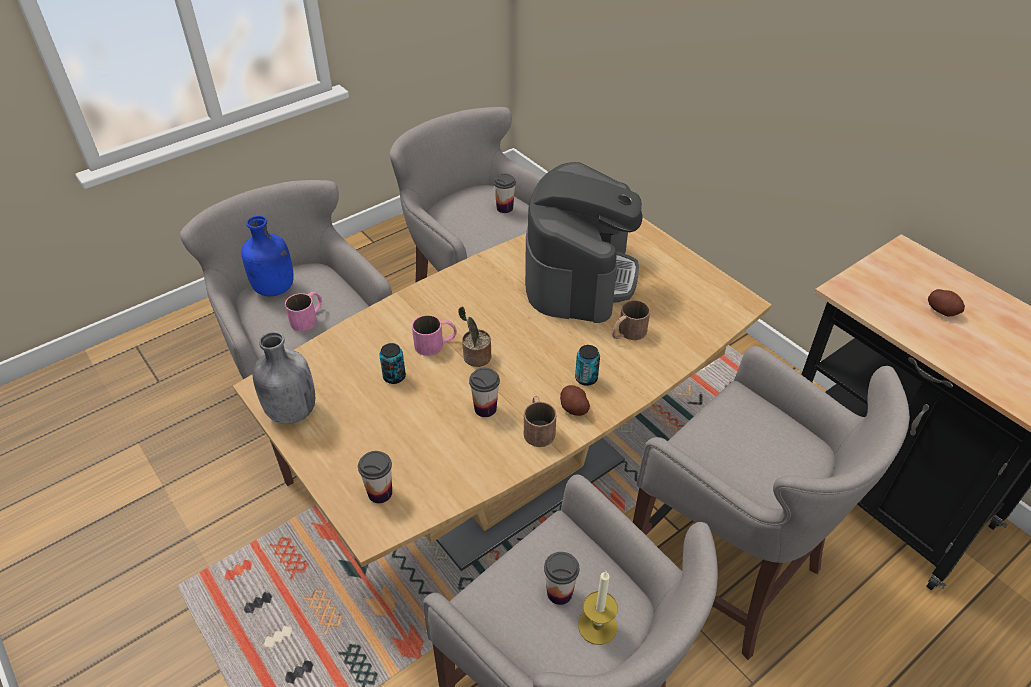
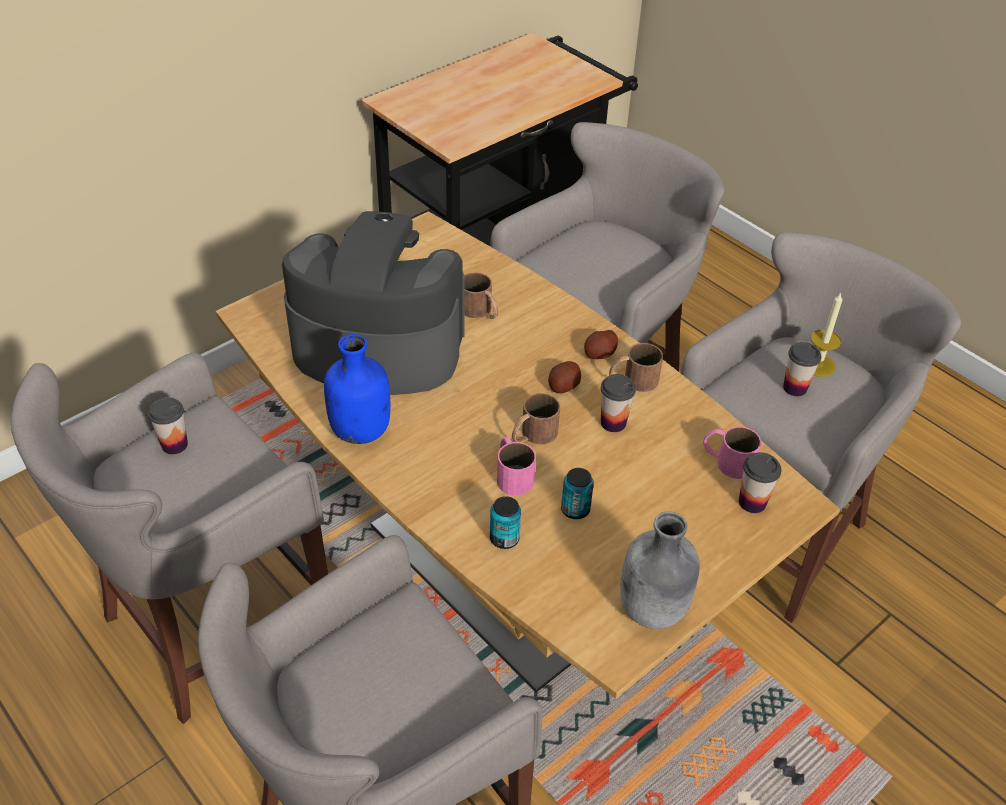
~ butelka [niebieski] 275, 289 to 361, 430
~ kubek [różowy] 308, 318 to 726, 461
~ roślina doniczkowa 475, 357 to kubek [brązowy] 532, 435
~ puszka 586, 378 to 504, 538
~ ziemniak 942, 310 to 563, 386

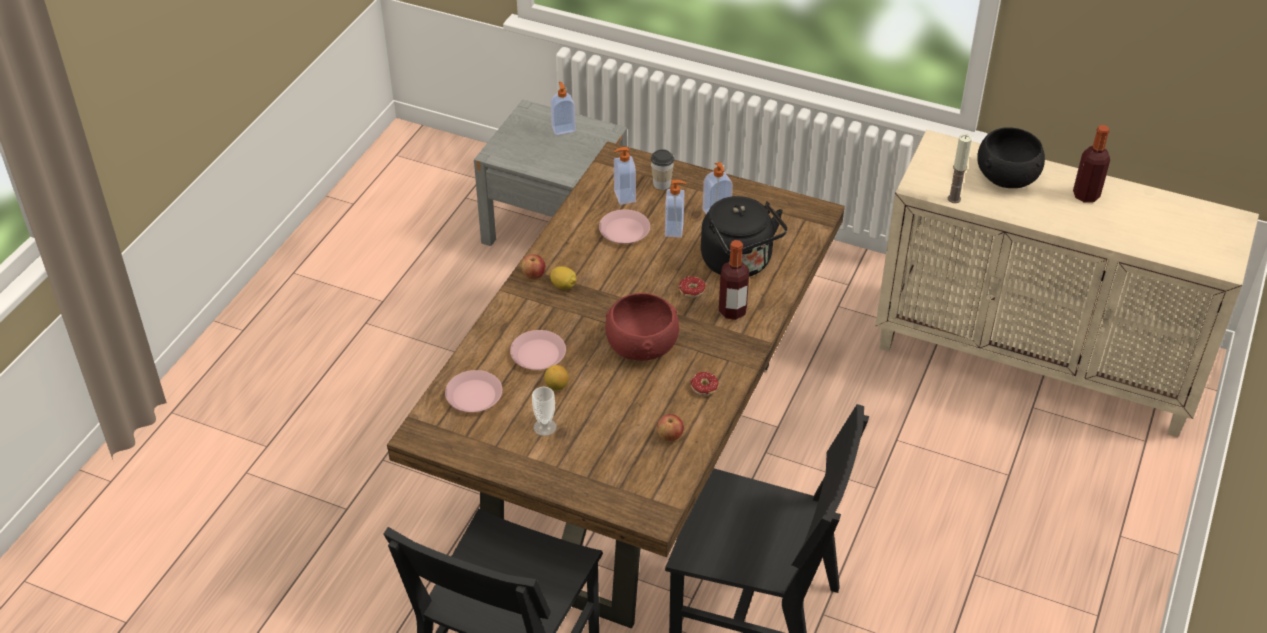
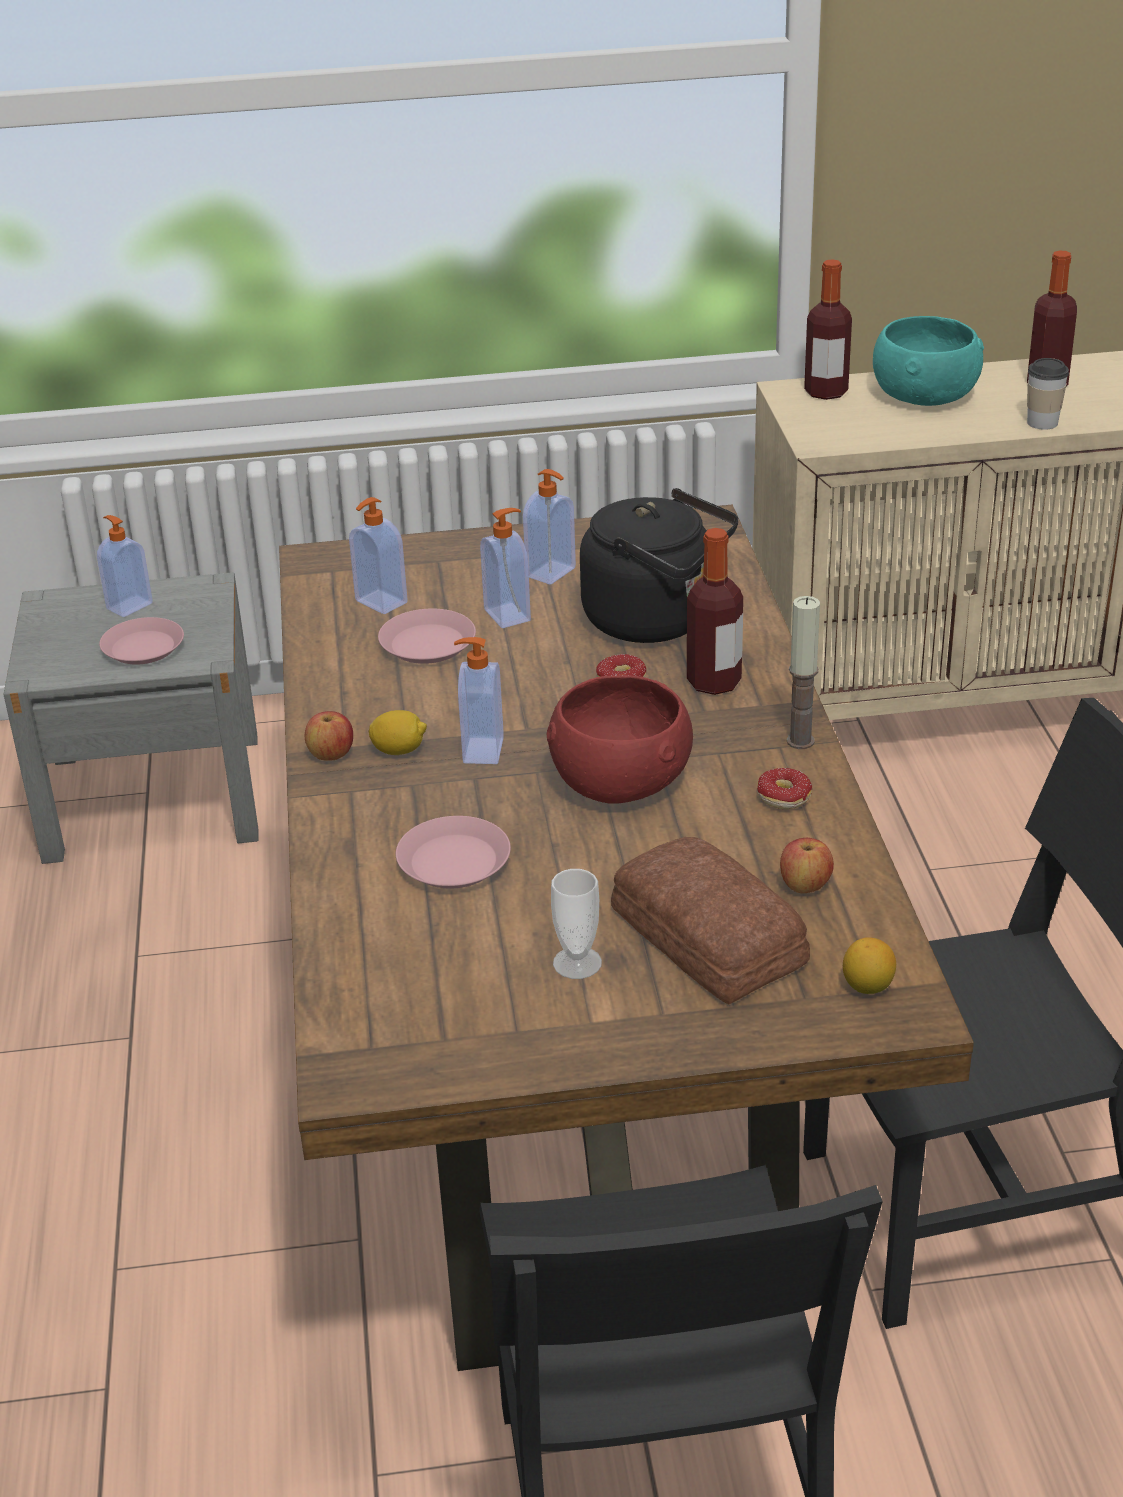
~ talerz [różowy] 474, 395 to 143, 647
~ cytryna 556, 386 to 867, 986
~ filiżanka 662, 184 to 1042, 423
~ świeca 954, 198 to 800, 741
~ miska [czarny] 1007, 176 to miska [turkusowy] 924, 396
+ dozownik mydła 481, 750
+ chleb 706, 940
+ butelka 826, 392

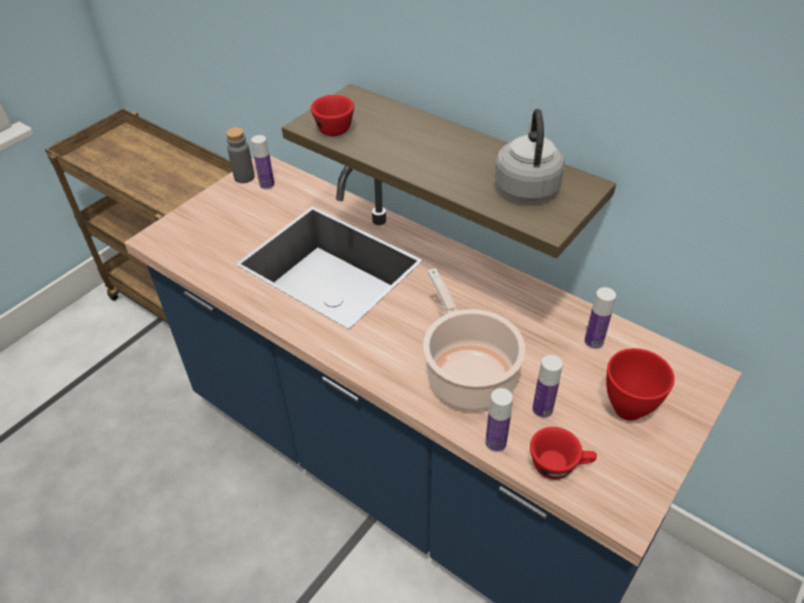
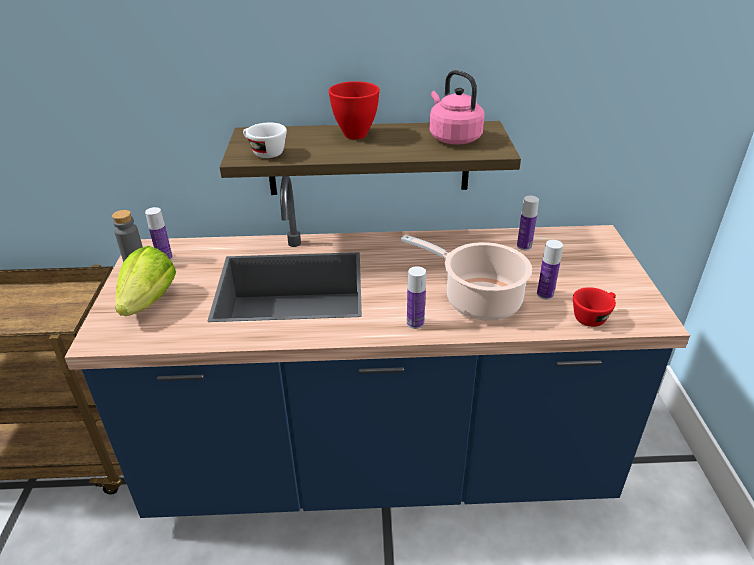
~ filiżanka [czerwony] 332, 126 to filiżanka [biały] 264, 152
~ butelka 495, 443 to 415, 323
~ czajnik [szary] 526, 185 to czajnik [różowy] 453, 138
~ miska [czerwony] 628, 408 to 355, 134
+ sałata 149, 301

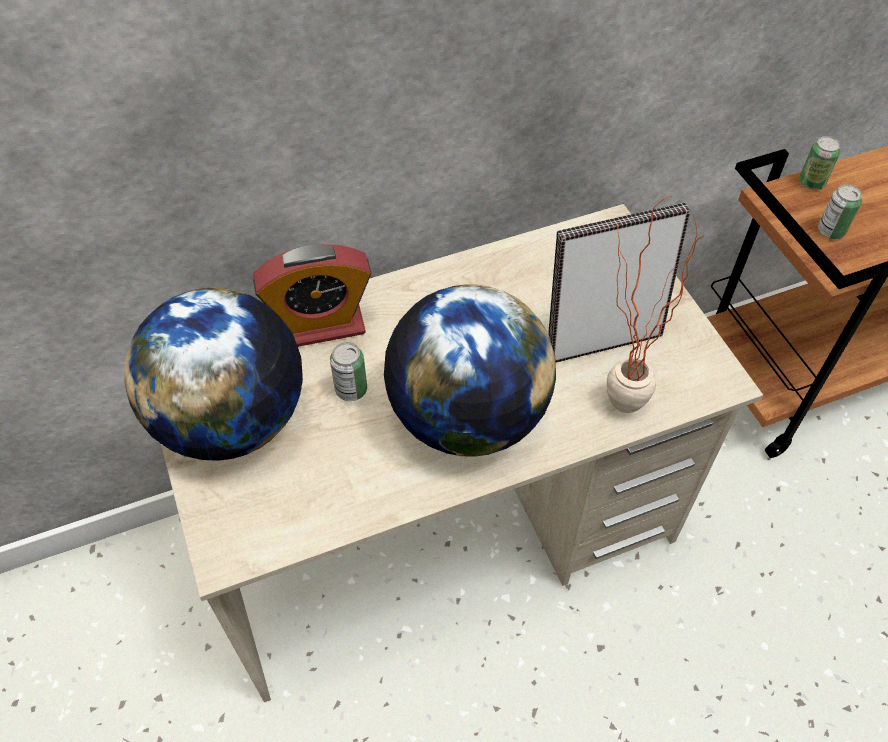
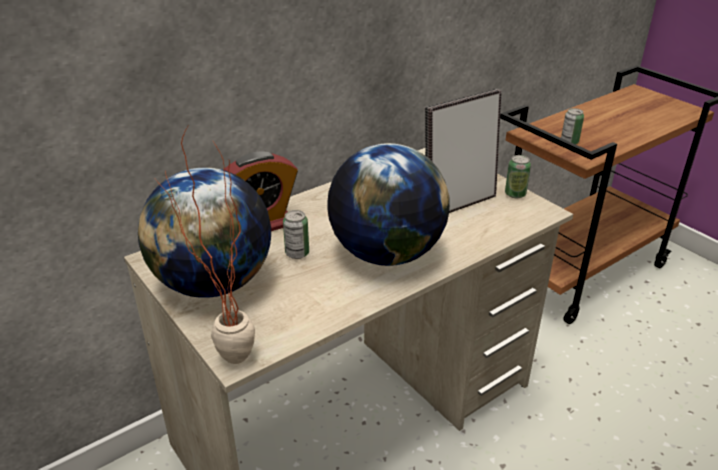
~ roślina doniczkowa 609, 404 to 223, 360
~ puszka 811, 182 to 515, 194

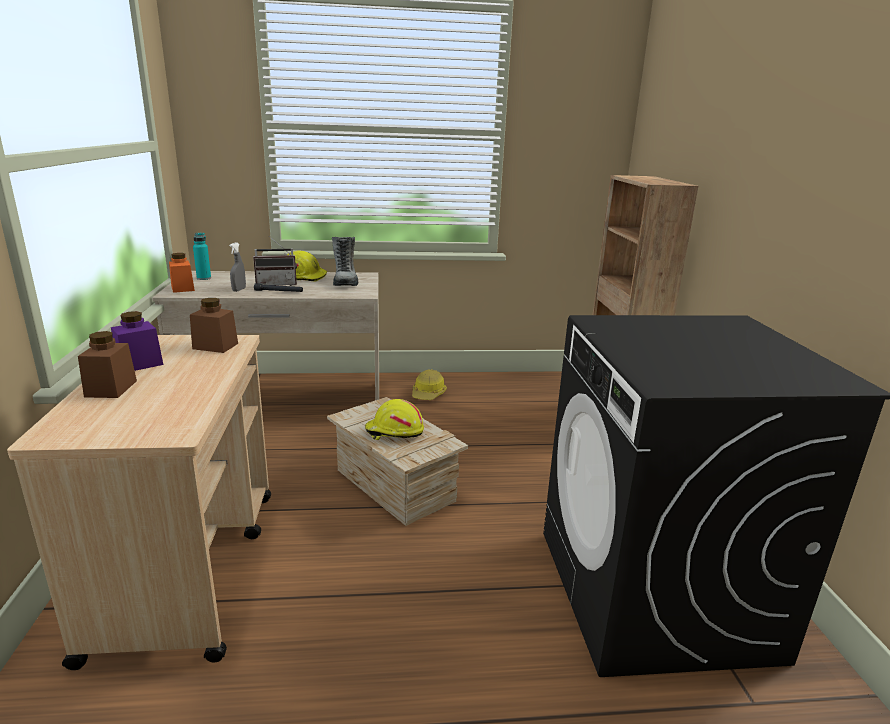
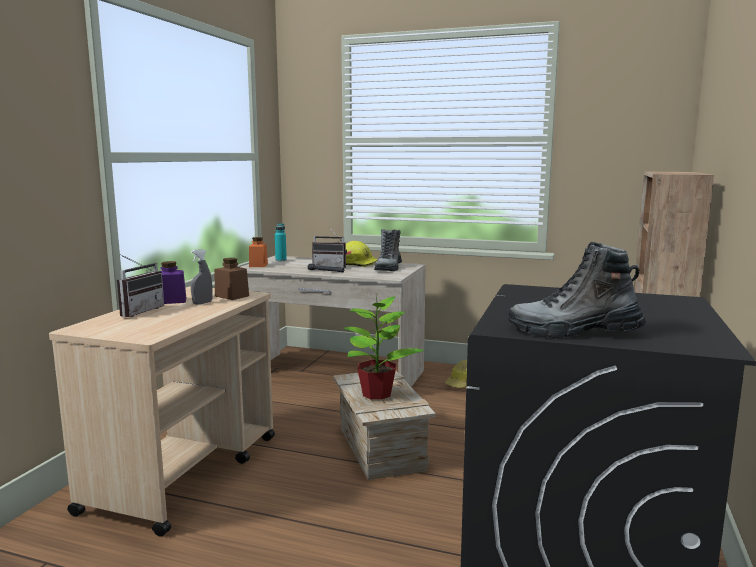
~ słoik [brązowy] 111, 389 to radio 138, 311
~ spryskiwacz [szary] 239, 290 to 202, 303
~ kask [żółty] 394, 432 to roślina doniczkowa 377, 393
+ but z cholewką 574, 332

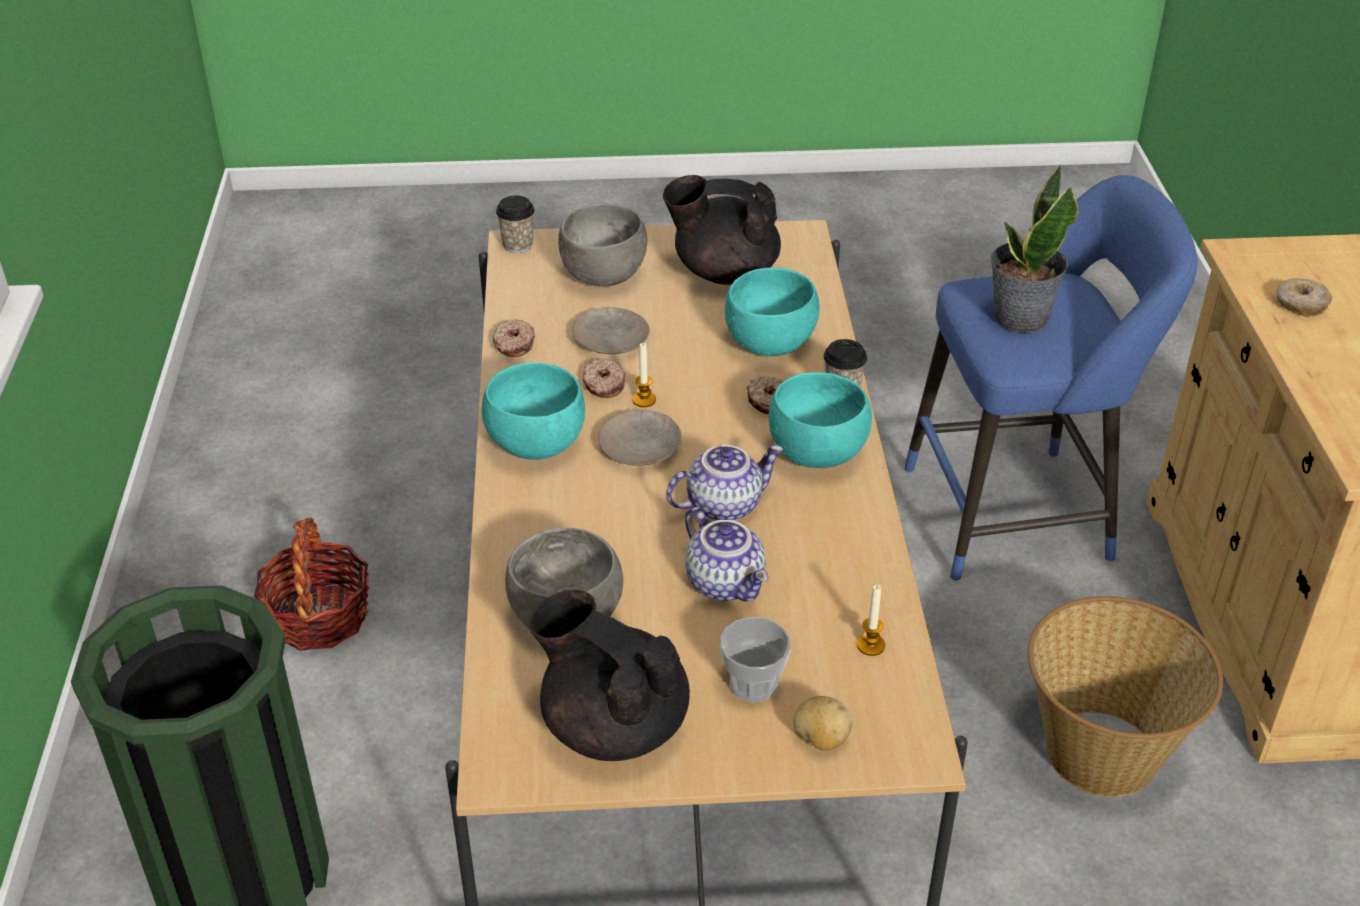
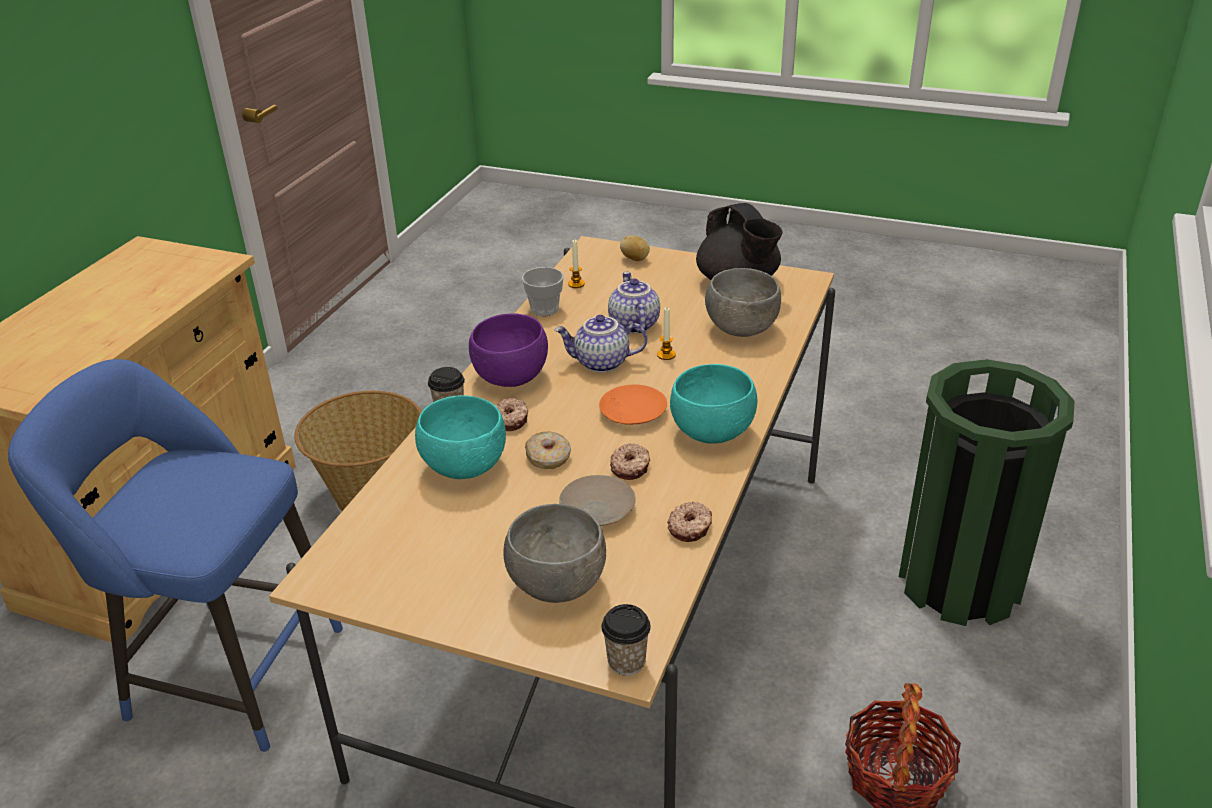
~ talerz [beżowy] 640, 446 to talerz [pomarańczowy] 632, 413
~ świeca 644, 400 to 666, 355
- imbryk [czarny] 724, 272
~ filiżanka 753, 685 to 544, 309
~ miska [turkusowy] 818, 454 to miska [fioletowy] 510, 377
- roślina doniczkowa 1019, 317
~ donut 1300, 304 to 548, 457

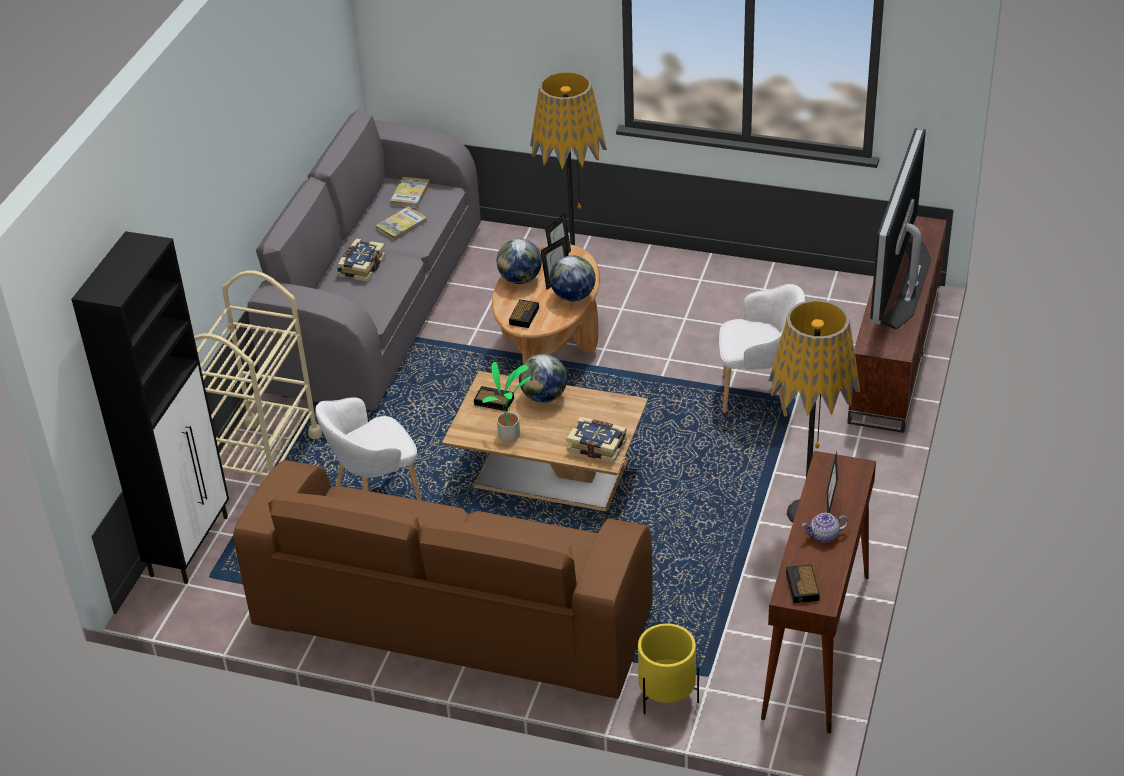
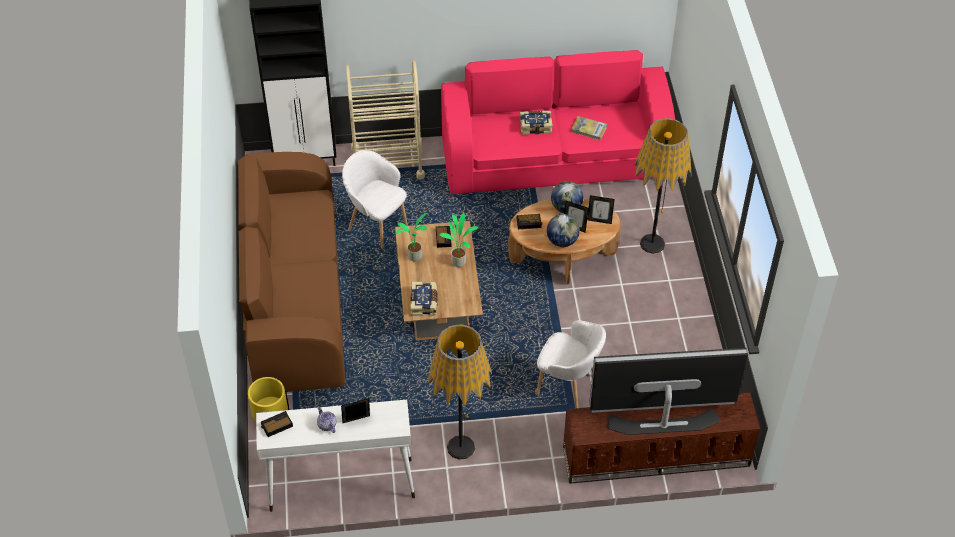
~ kanapa [szary] 377, 307 to kanapa [różowy] 555, 159
- książka 410, 194
~ globus 544, 397 to roślina doniczkowa 459, 261
~ fotel [biały] 758, 394 = 568, 387 45 degrees counterclockwise
~ stolik konsolowy [brązowy] 816, 646 to stolik konsolowy [biały] 340, 485

